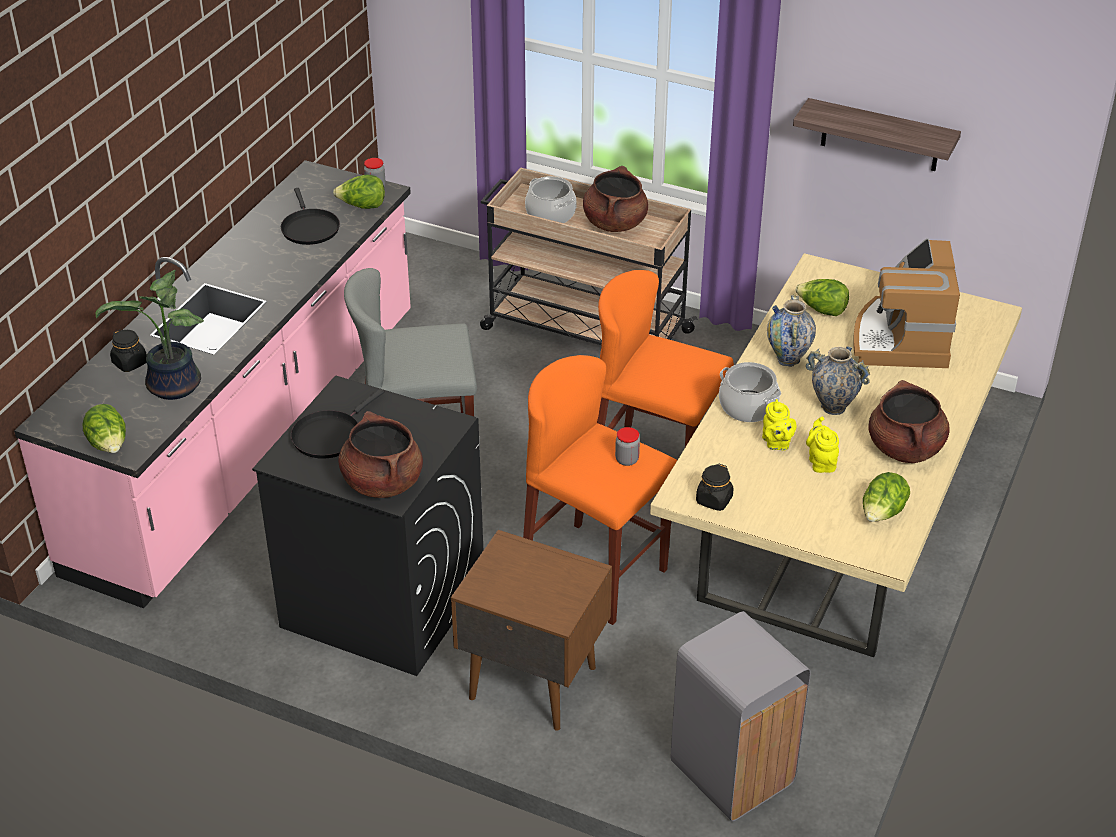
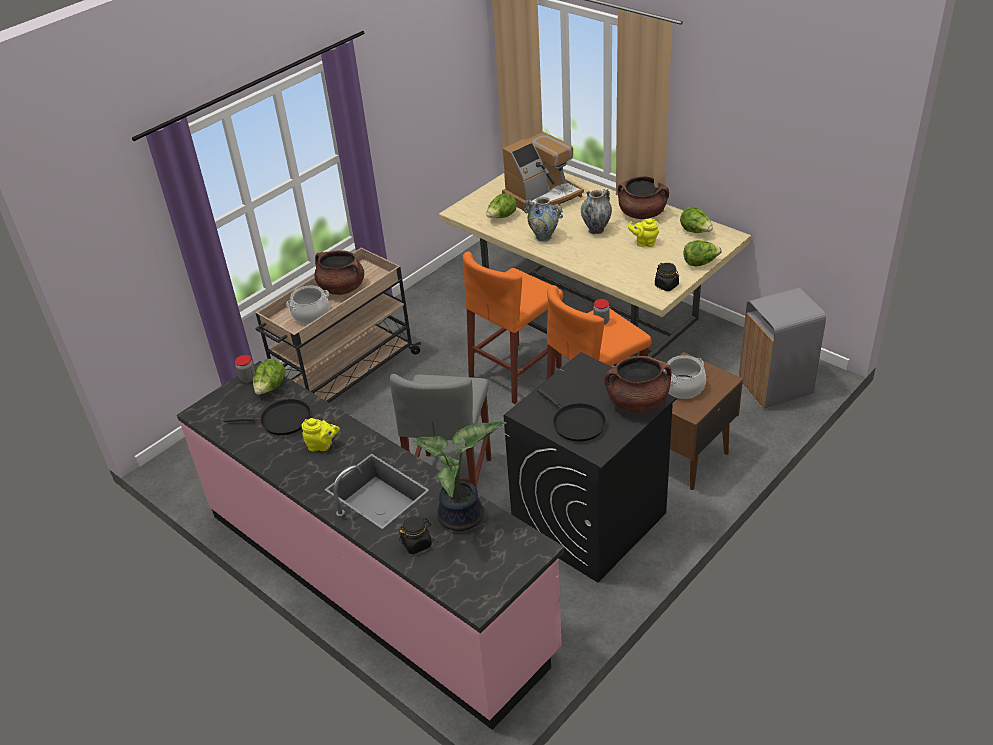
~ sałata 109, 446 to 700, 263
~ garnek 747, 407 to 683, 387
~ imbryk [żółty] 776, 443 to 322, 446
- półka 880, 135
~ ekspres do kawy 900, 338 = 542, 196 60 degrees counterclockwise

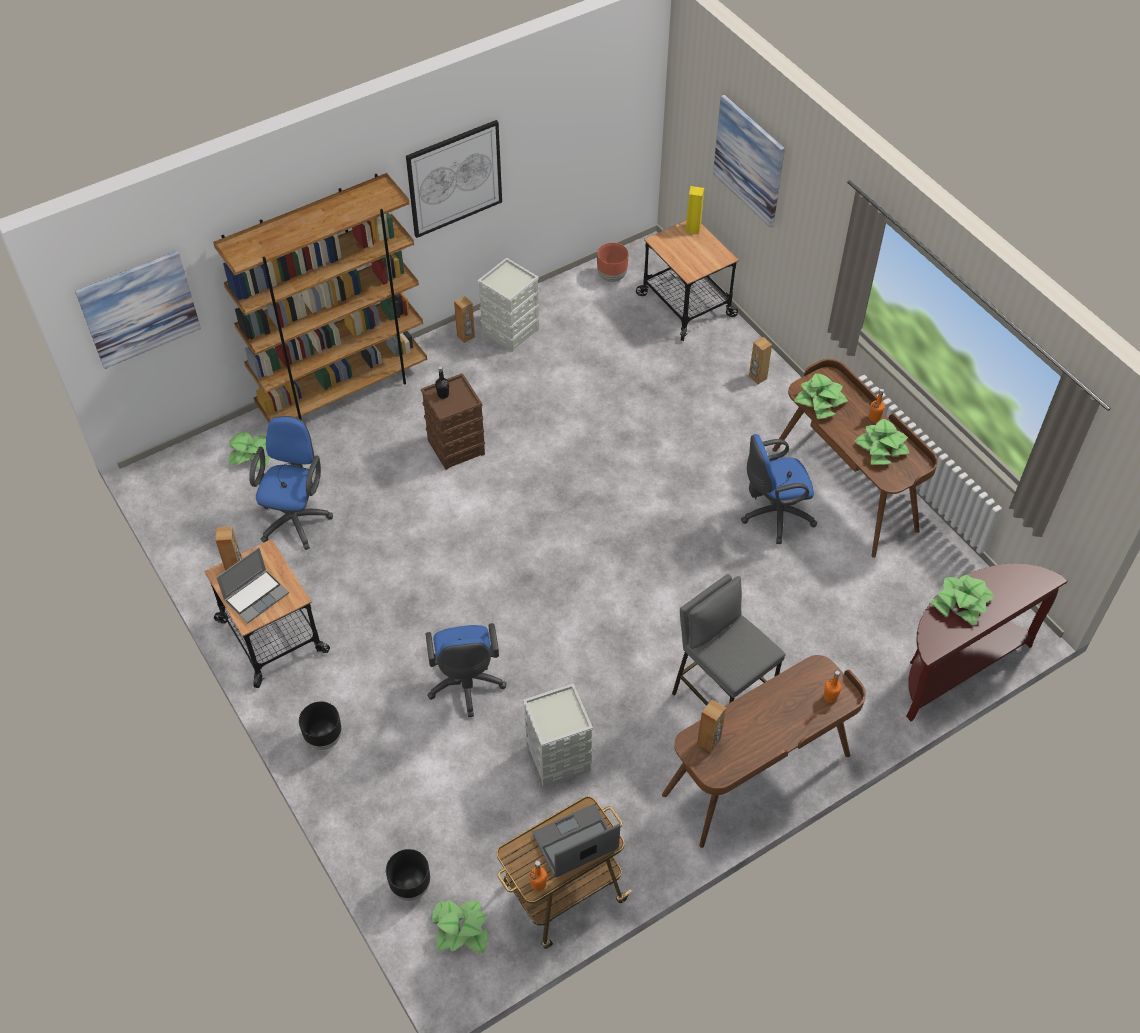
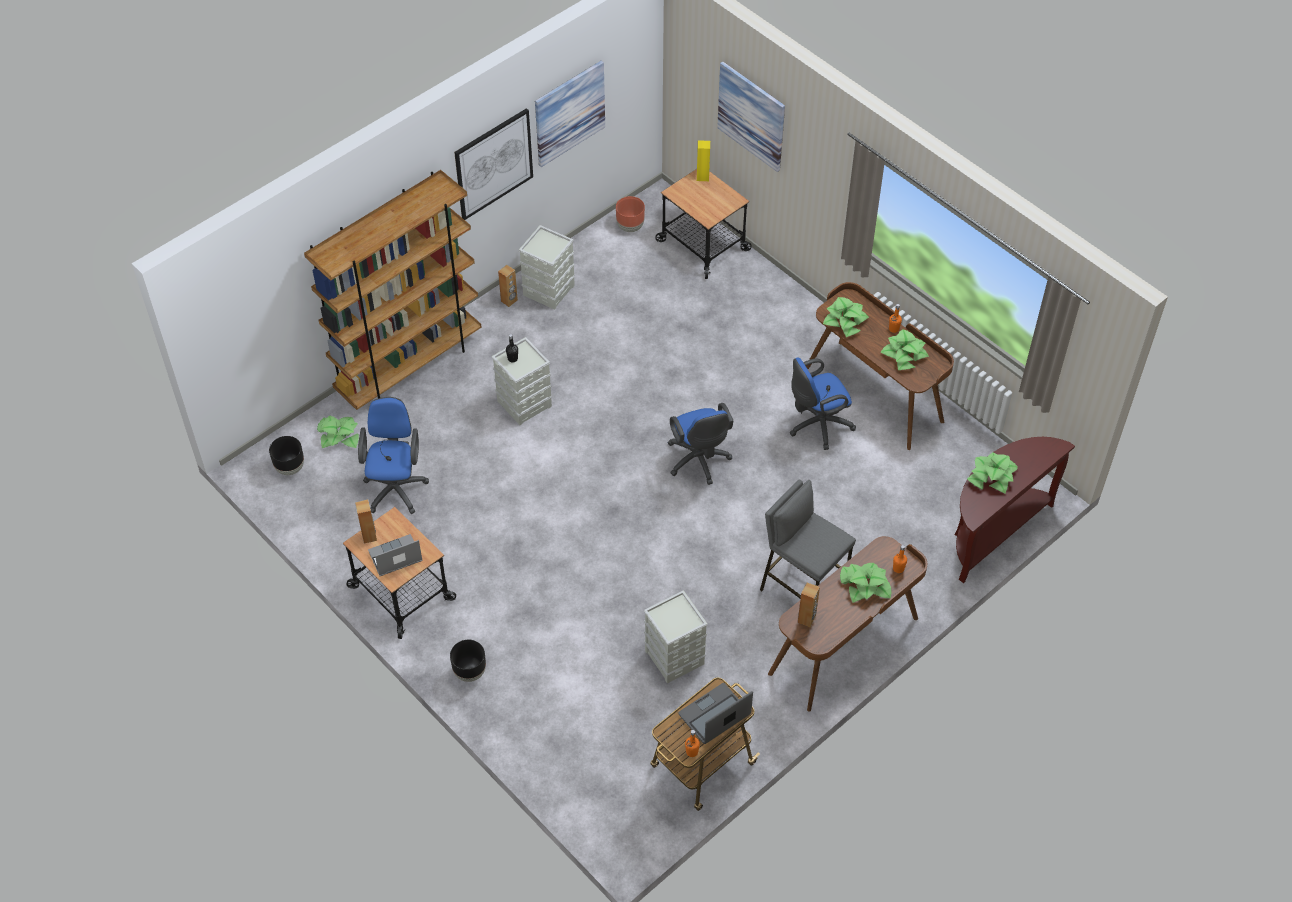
~ obraz 139, 309 to 569, 113
~ laptop 256, 596 = 395, 557 150 degrees counterclockwise
~ donica [czarny] 410, 886 to 289, 468
~ pojemnik do przechowywania [brązowy] 456, 446 to pojemnik do przechowywania [szary] 524, 403
~ krzesło biurowe [niebieski] 466, 686 to 699, 462
~ roślina doniczkowa 460, 929 to 865, 585
- głośnik [brązowy] 757, 377

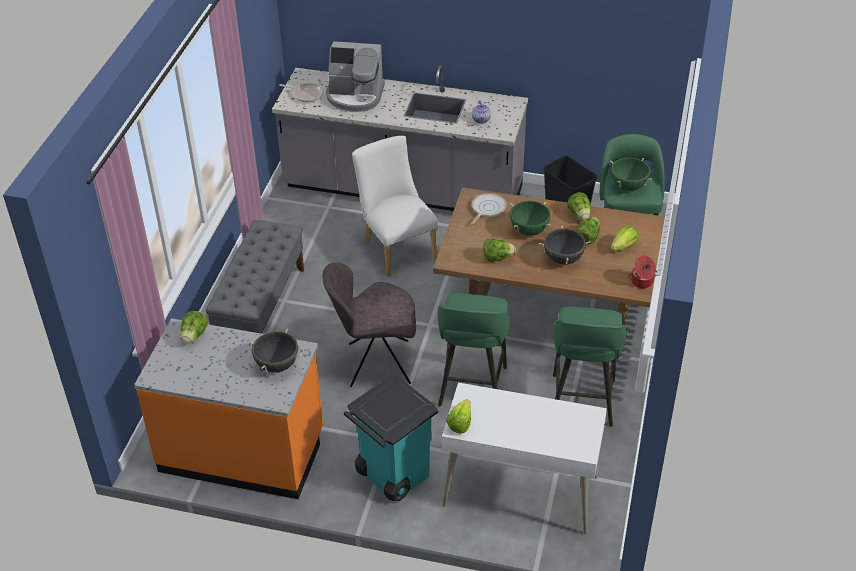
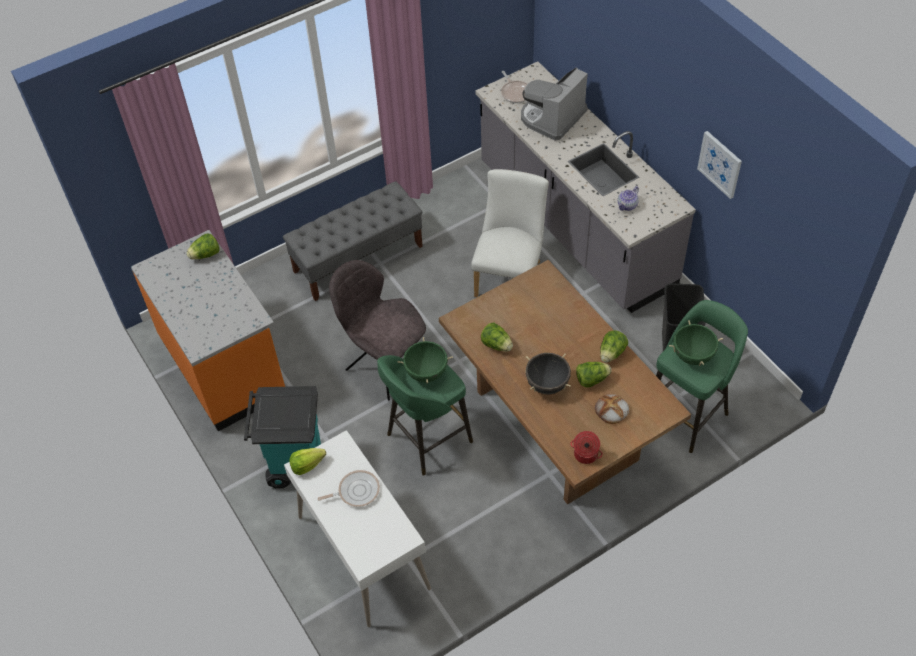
- garnek [czarny] 277, 365
~ ekspres do kawy 355, 96 = 552, 117 75 degrees clockwise
~ patelnia 487, 209 to 356, 491
~ garnek [zielony] 529, 230 to 426, 372
- stołek [zielony] 581, 402
~ sałata 623, 247 to chleb 611, 410
+ obraz 720, 164

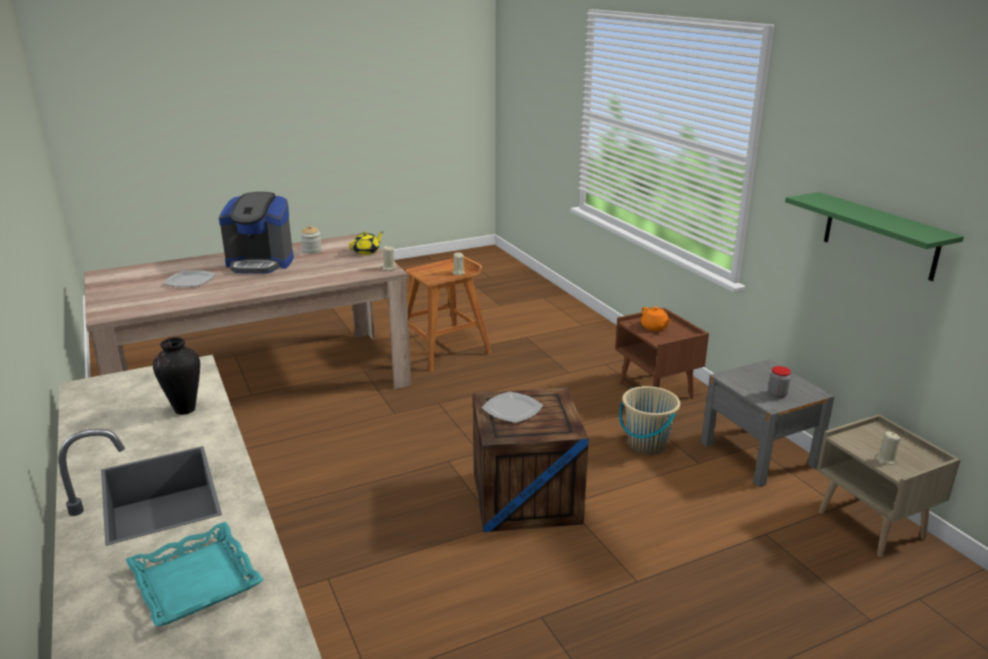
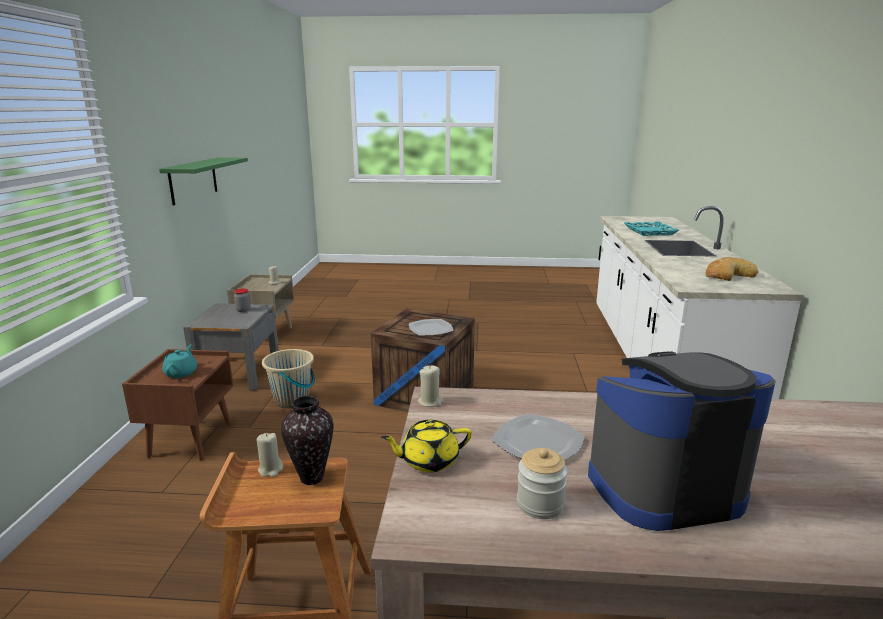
~ wazon 184, 410 to 313, 478
~ talerz 190, 281 to 536, 442
~ ekspres do kawy 260, 263 = 662, 486 45 degrees counterclockwise
~ imbryk [pomarańczowy] 654, 327 to imbryk [turkusowy] 181, 373
+ chleb 728, 275

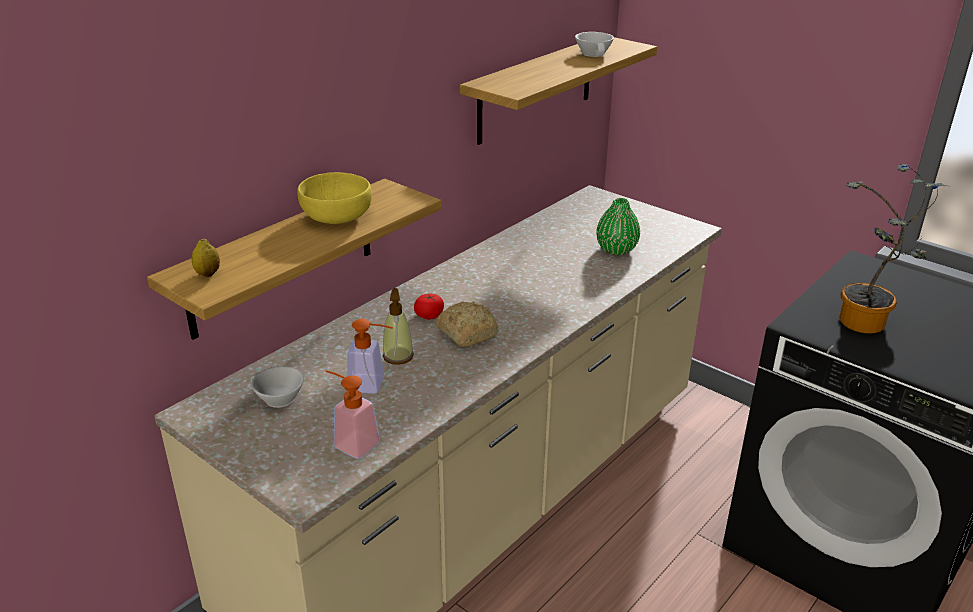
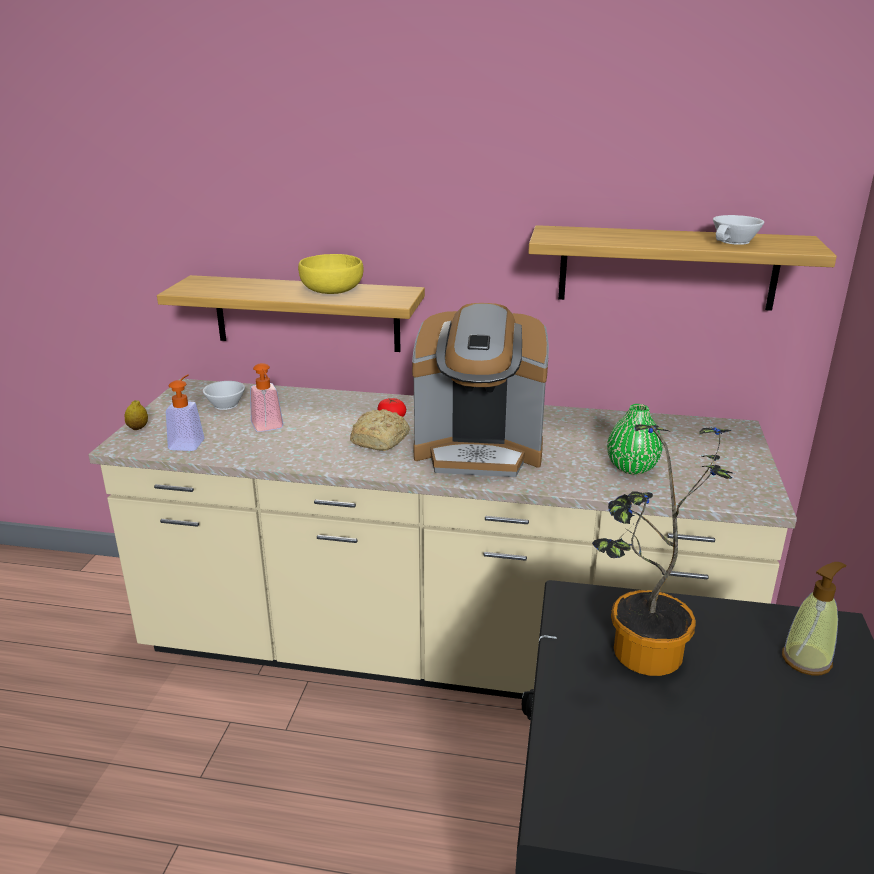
~ cytryna 208, 274 to 138, 428
~ dozownik mydła 398, 356 to 806, 660
+ ekspres do kawy 479, 451

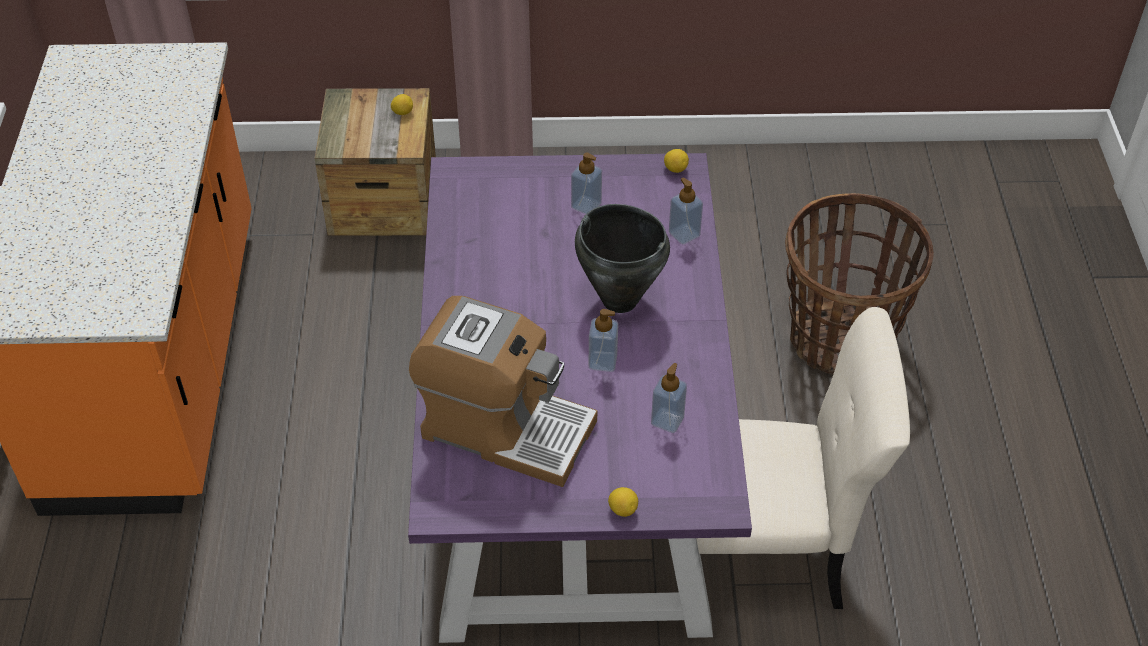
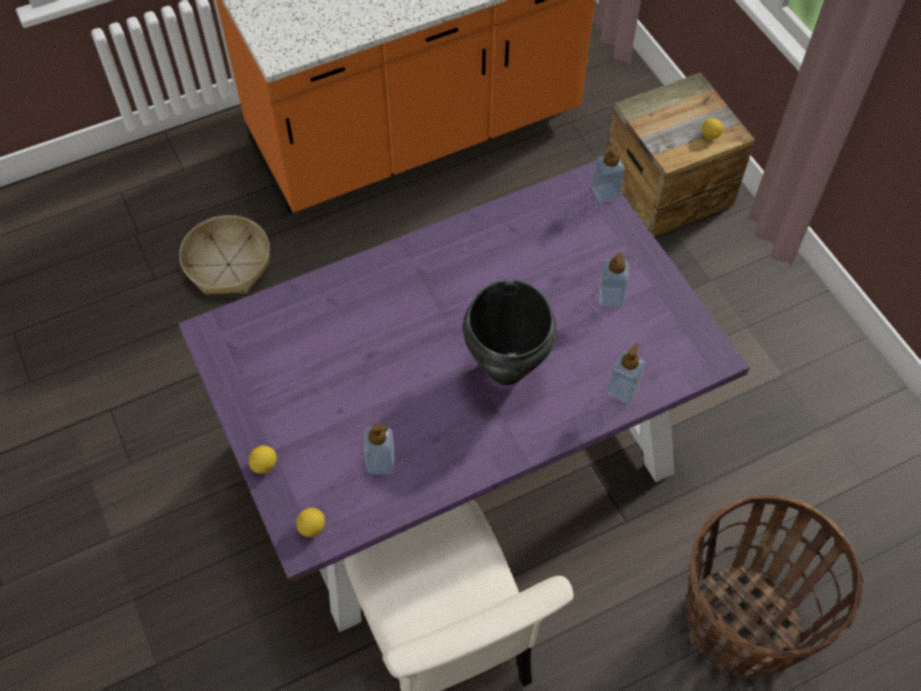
- ekspres do kawy 505, 428
~ dozownik mydła 602, 362 to 605, 193
~ cytryna 675, 169 to 312, 527
+ koszyk 229, 265

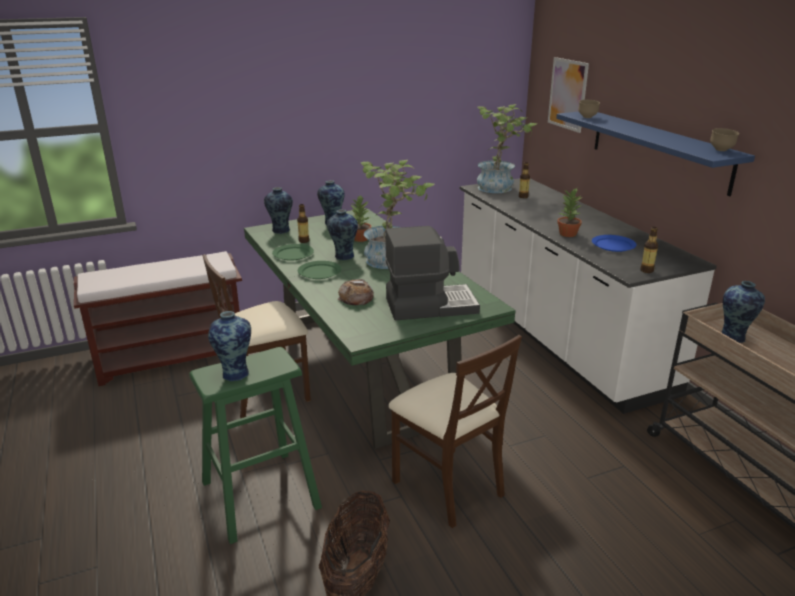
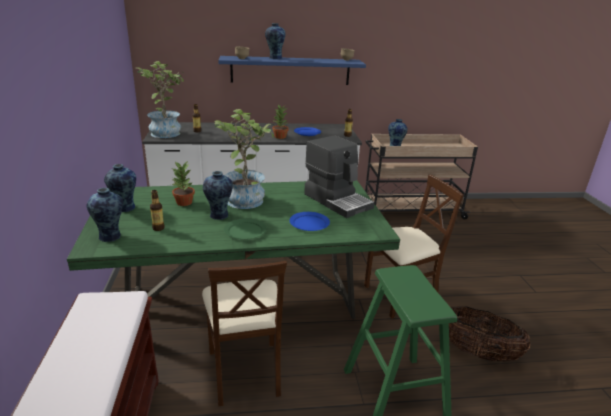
~ wazon 235, 373 to 274, 58
- talerz [zielony] 293, 254
~ chleb 356, 297 to talerz [niebieski] 309, 223
~ ekspres do kawy 430, 305 = 338, 200 135 degrees clockwise
- obraz 567, 94

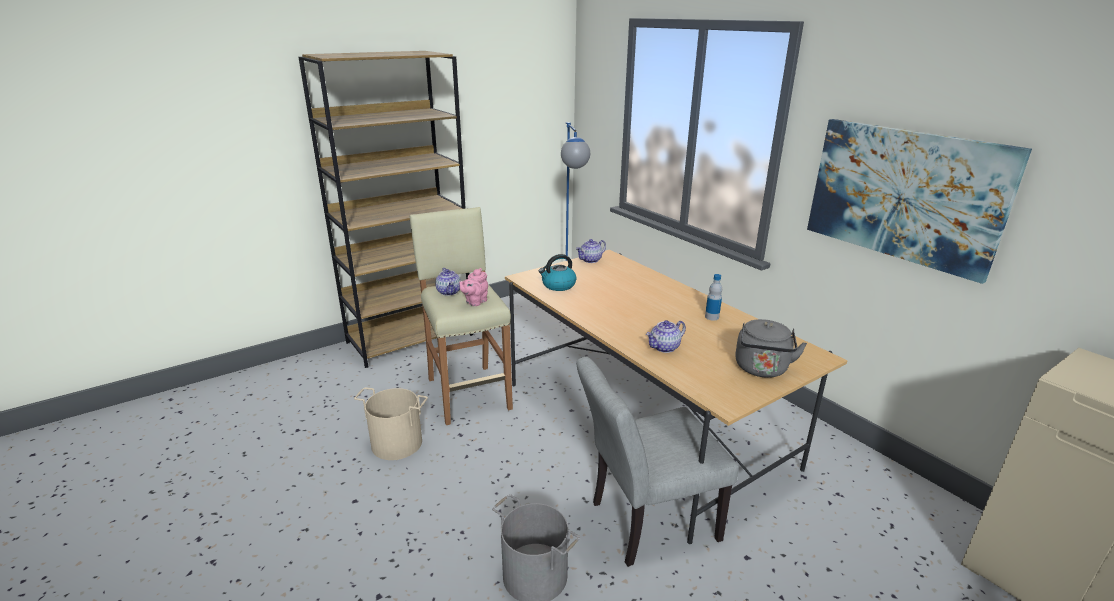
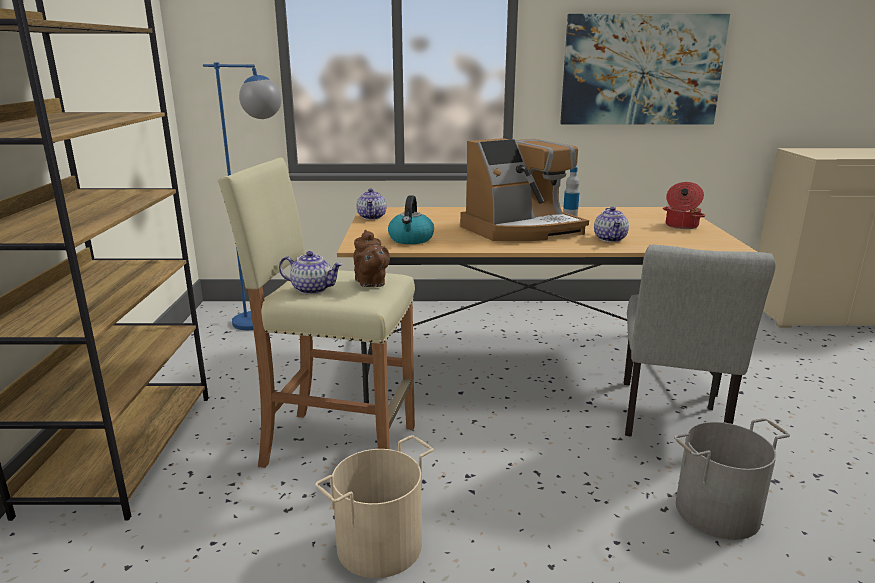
~ imbryk [różowy] 475, 302 to imbryk [brązowy] 371, 283
~ czajnik [szary] 761, 370 to garnek 681, 226
+ ekspres do kawy 522, 230

